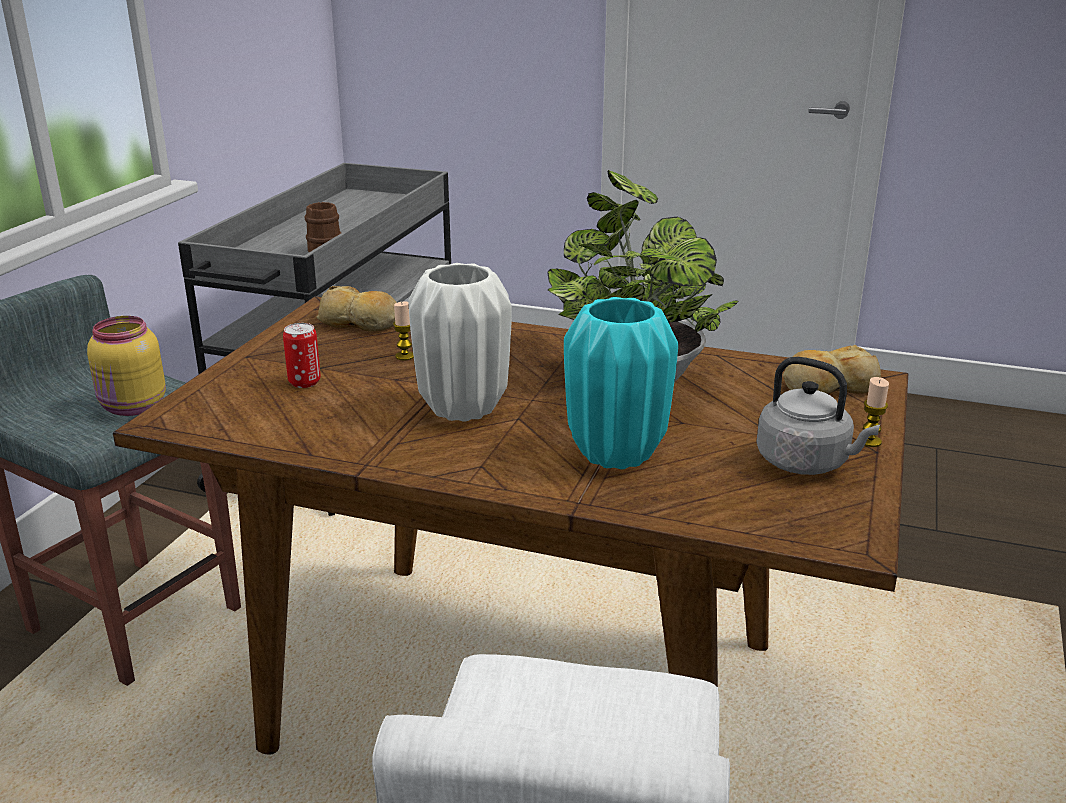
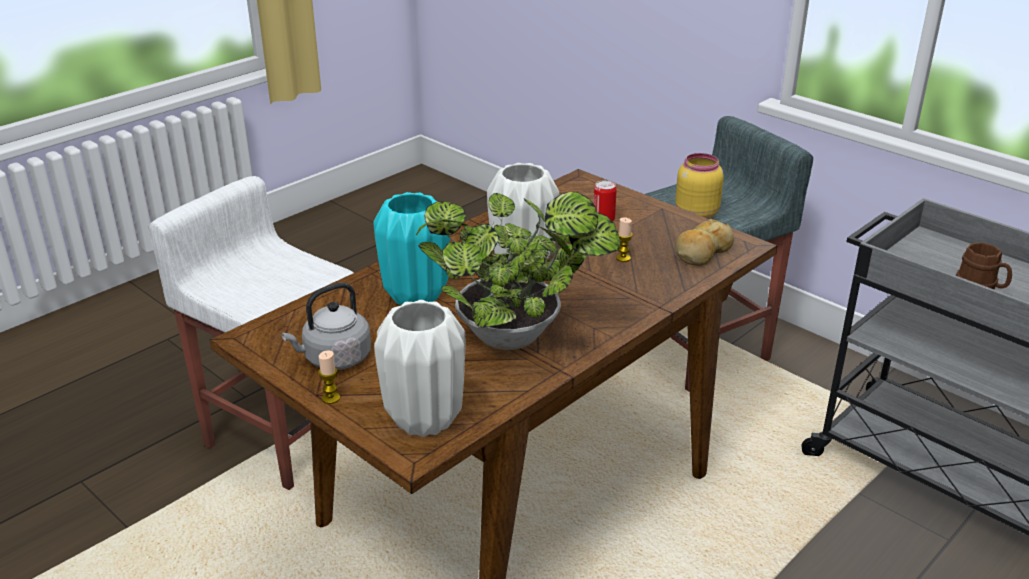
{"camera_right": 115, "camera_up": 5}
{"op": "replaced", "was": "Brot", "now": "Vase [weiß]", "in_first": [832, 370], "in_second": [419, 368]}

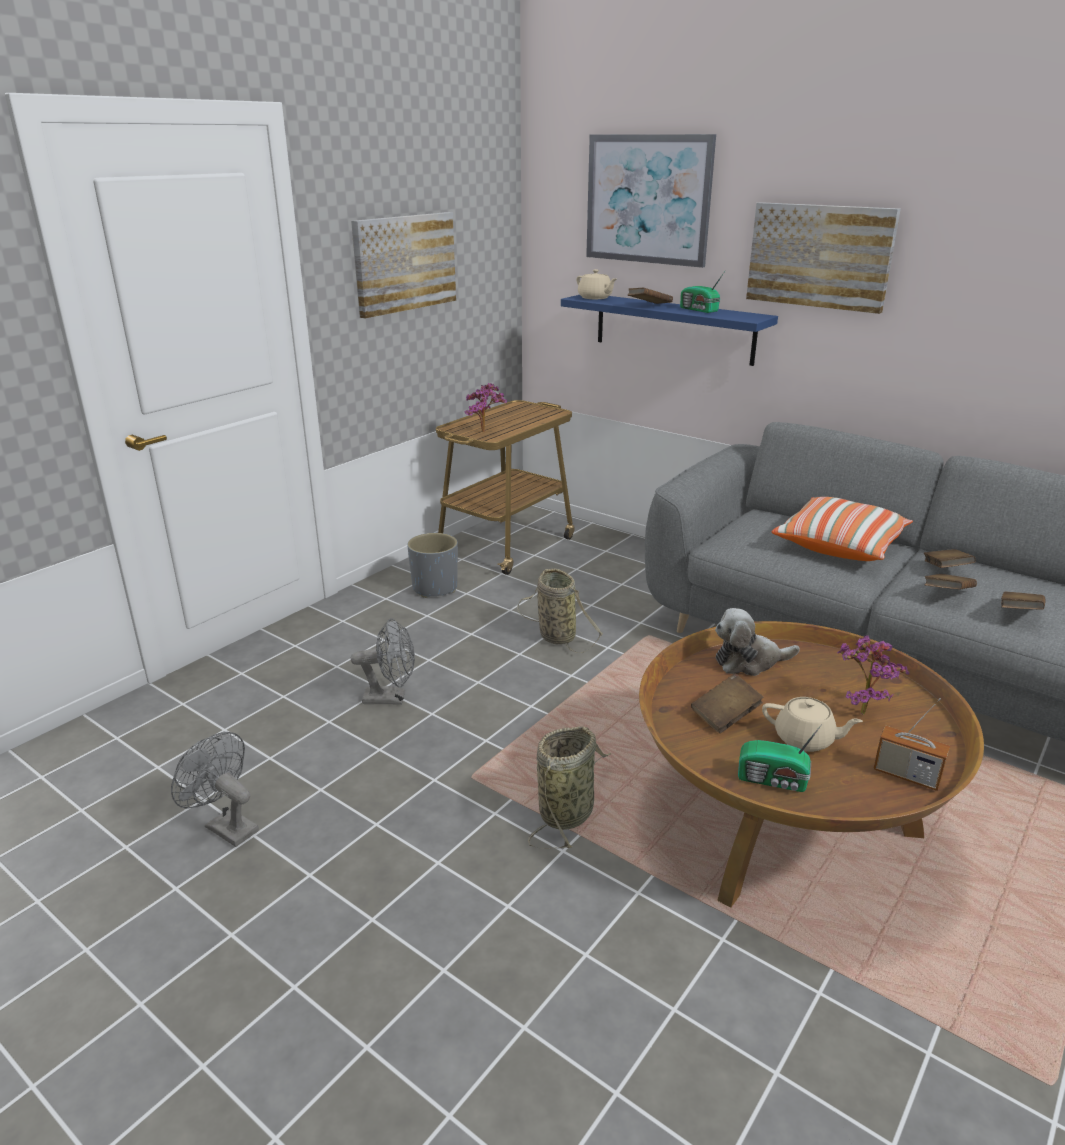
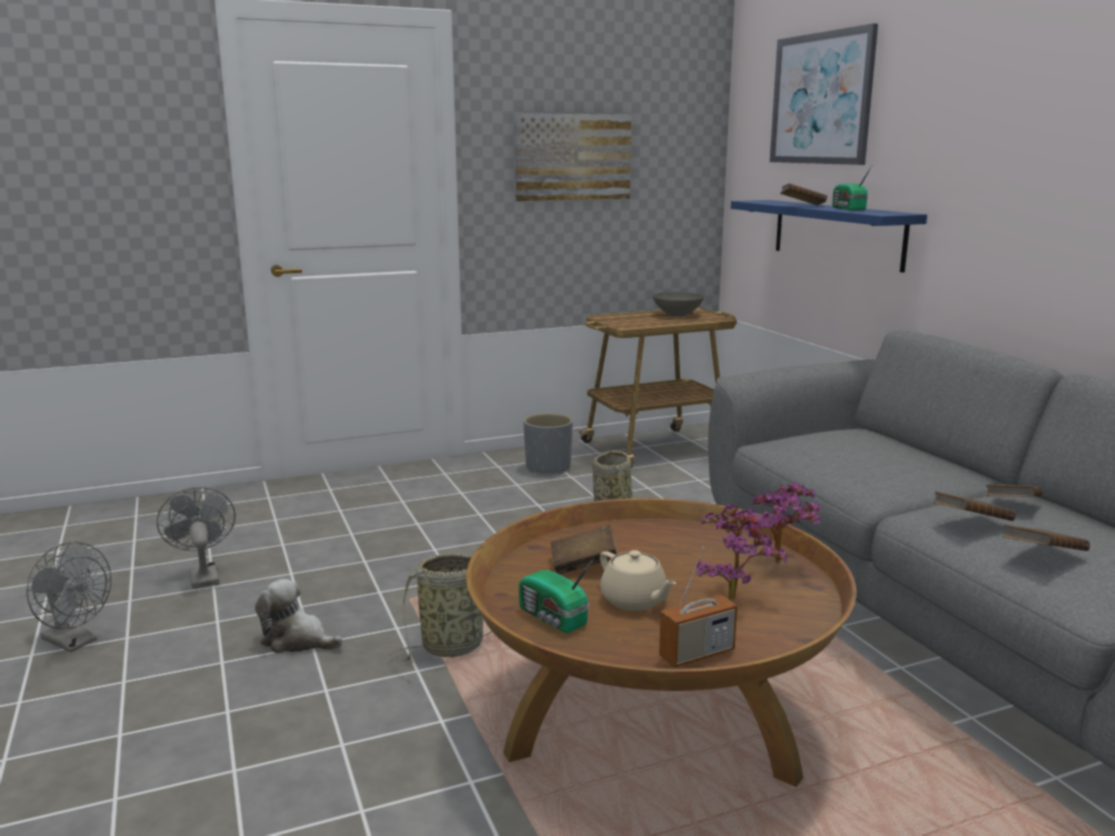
{"camera_right": 30, "camera_up": -10}
{"op": "removed", "was": "Teekanne [beige]", "in_first": [596, 284]}
{"op": "removed", "was": "Bild", "in_first": [823, 258]}
{"op": "removed", "was": "Kissen", "in_first": [842, 529]}
{"op": "added", "now": "Schüssel [grau]", "in_second": [678, 304]}
{"op": "moved", "was": "Ventilator [grau]", "in_first": [382, 661], "in_second": [68, 596]}
{"op": "moved", "was": "Topfpflanze", "in_first": [485, 407], "in_second": [780, 522]}
{"op": "moved", "was": "Plüschtier", "in_first": [757, 642], "in_second": [299, 616]}
{"op": "turned", "was": "Radio", "in_first": [911, 744], "in_second": [698, 607], "clockwise": -90}

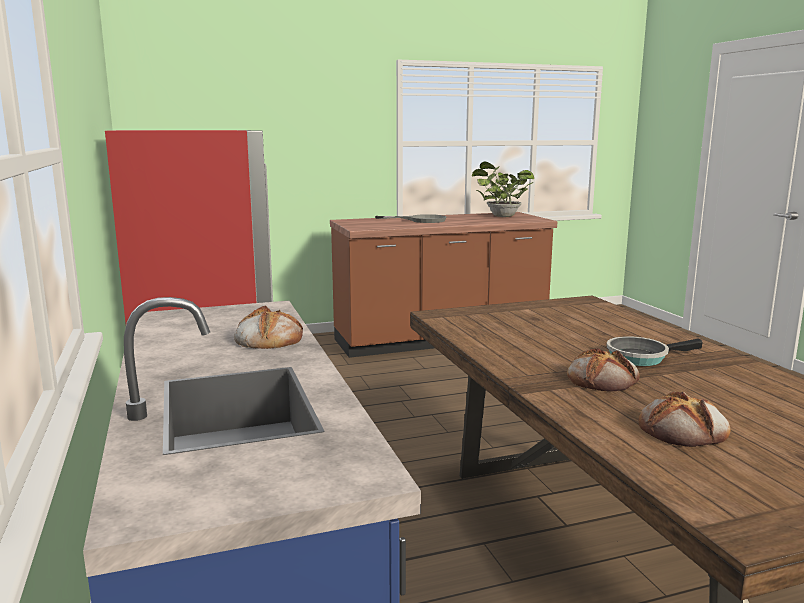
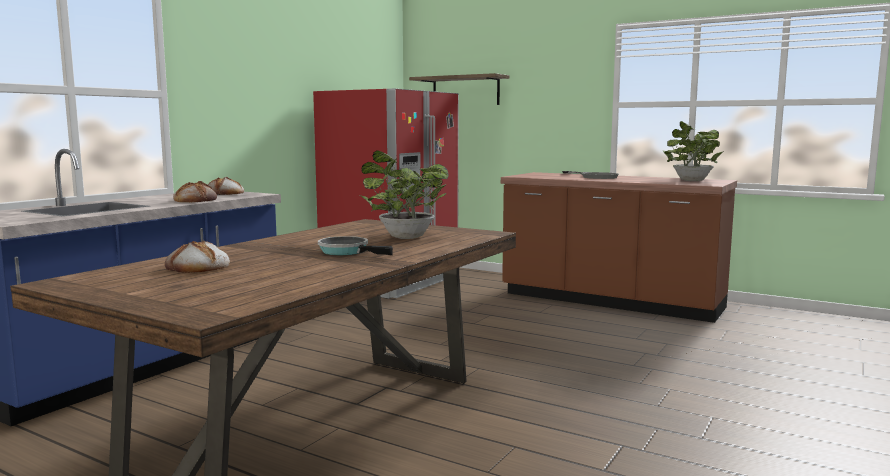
{"camera_right": 50, "camera_up": -5}
{"op": "added", "now": "Topfpflanze", "in_second": [404, 194]}
{"op": "added", "now": "Wandregal", "in_second": [459, 89]}
{"op": "moved", "was": "Brot", "in_first": [603, 370], "in_second": [226, 186]}

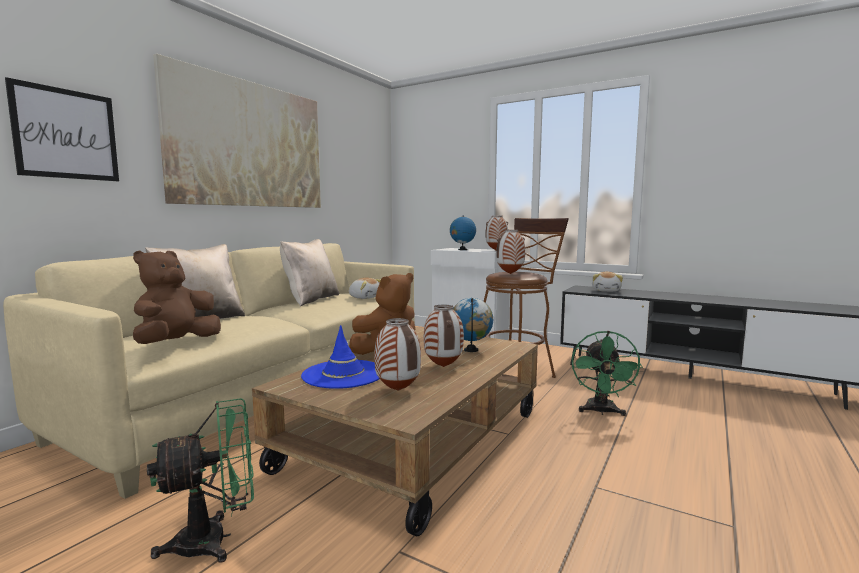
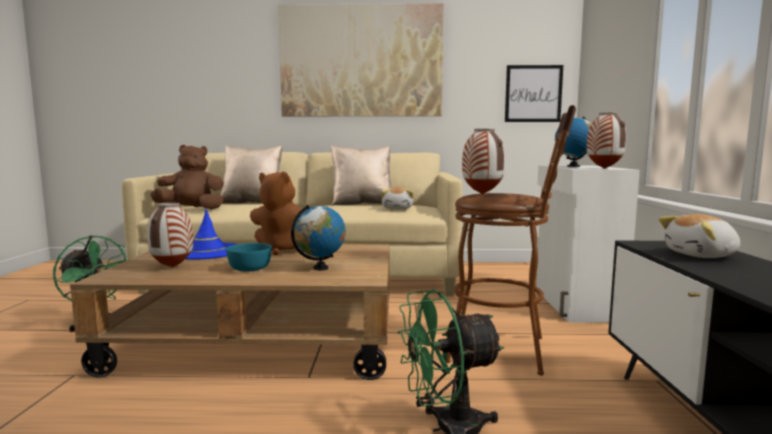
{"camera_right": 60, "camera_up": 0}
{"op": "moved", "was": "Bild", "in_first": [62, 129], "in_second": [534, 93]}
{"op": "replaced", "was": "Vase", "now": "Schüssel [türkis]", "in_first": [444, 336], "in_second": [249, 257]}

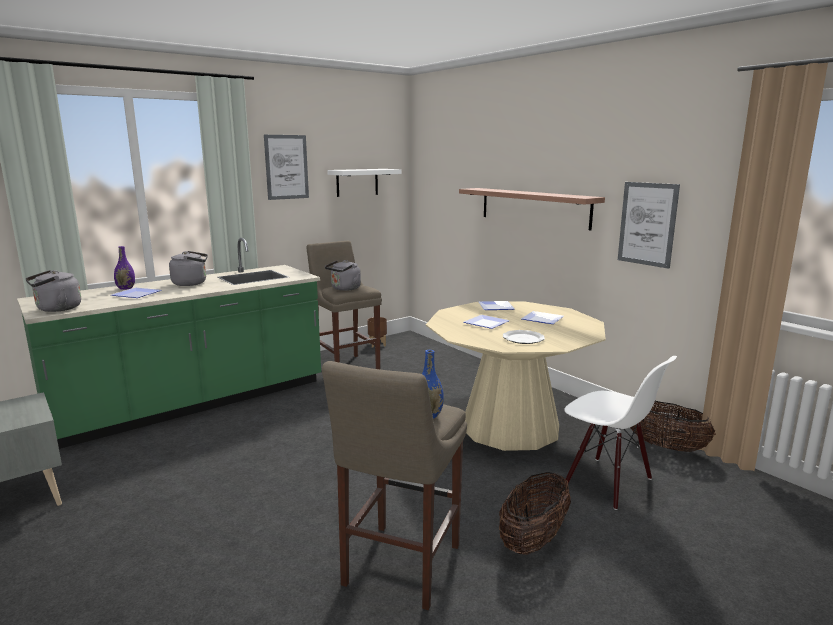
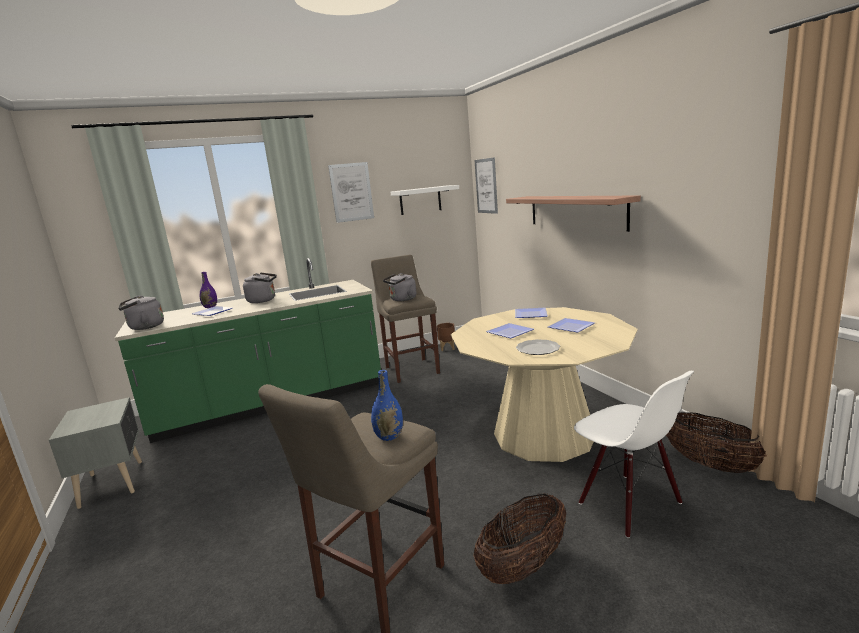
{"camera_right": 15, "camera_up": 0}
{"op": "moved", "was": "Bild", "in_first": [649, 225], "in_second": [486, 185]}

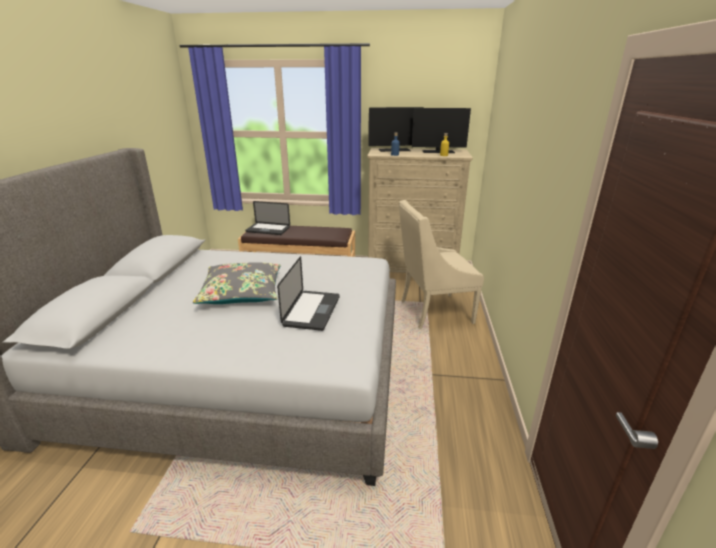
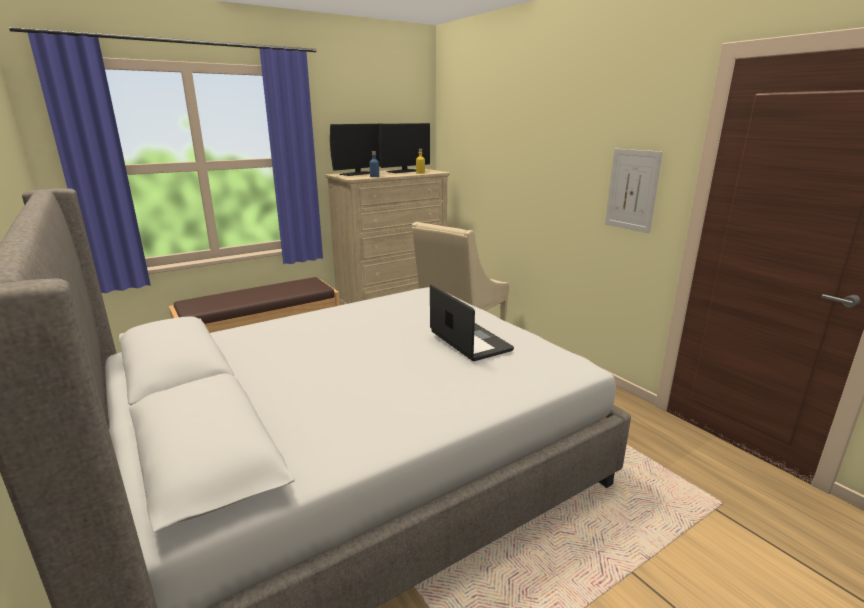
{"camera_right": -40, "camera_up": -5}
{"op": "removed", "was": "Kissen [grau]", "in_first": [237, 283]}
{"op": "removed", "was": "Laptop", "in_first": [267, 218]}
{"op": "added", "now": "Bild", "in_second": [634, 191]}

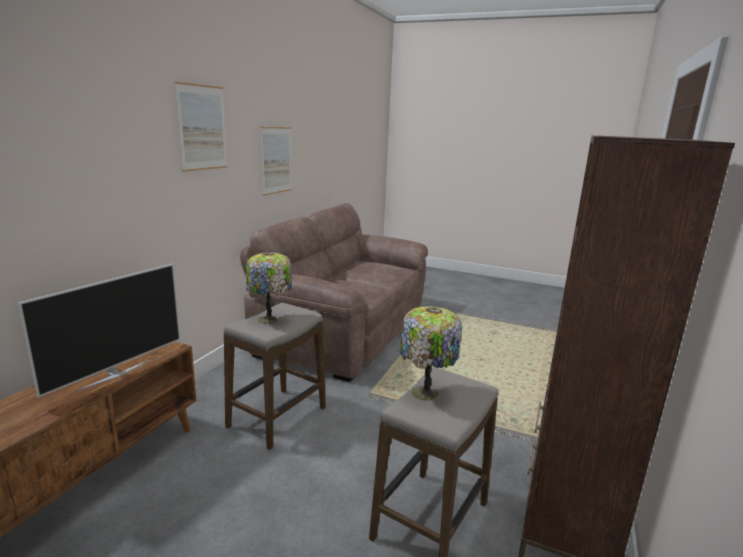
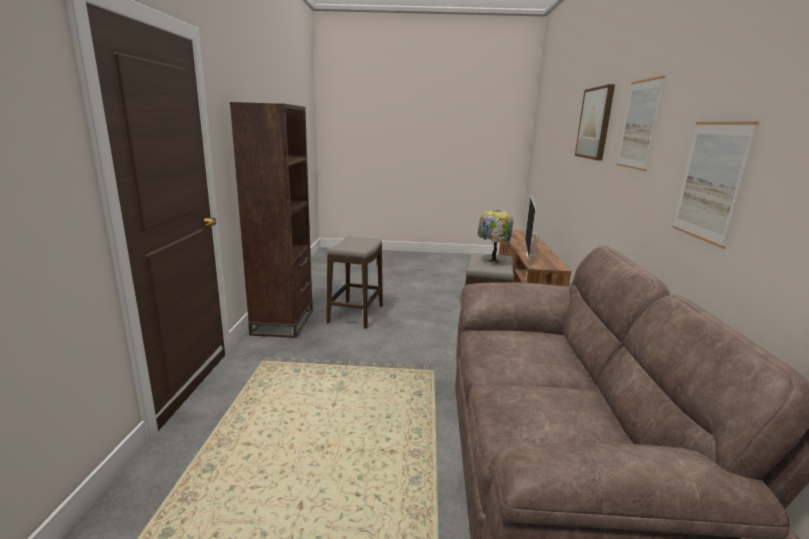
{"camera_right": 160, "camera_up": 0}
{"op": "removed", "was": "Tischlampe", "in_first": [431, 353]}
{"op": "added", "now": "Bild", "in_second": [595, 122]}

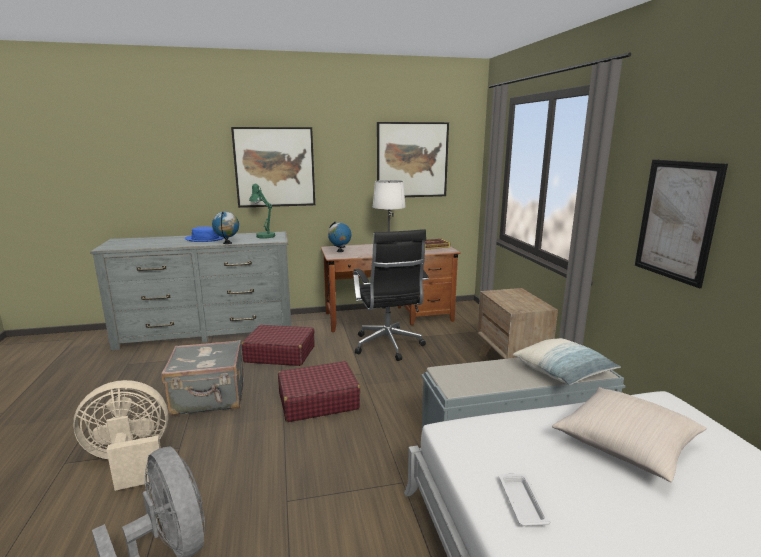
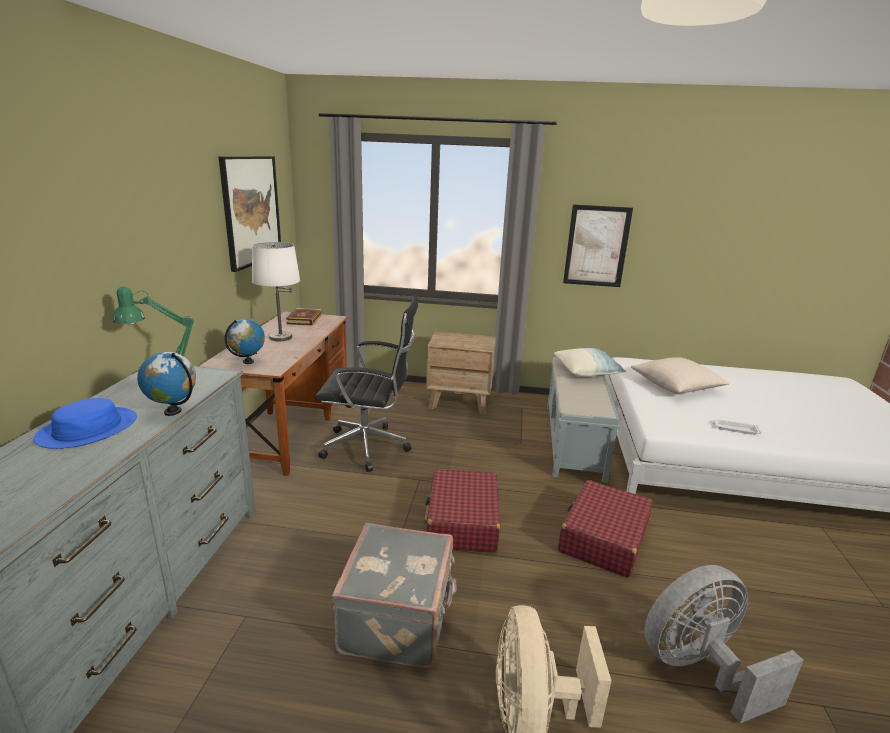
{"camera_right": -70, "camera_up": 5}
{"op": "removed", "was": "Bild", "in_first": [273, 167]}
{"op": "moved", "was": "Koffer [rot]", "in_first": [278, 345], "in_second": [605, 529]}

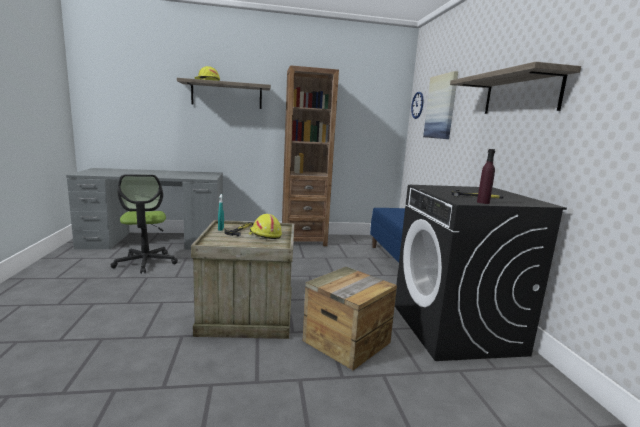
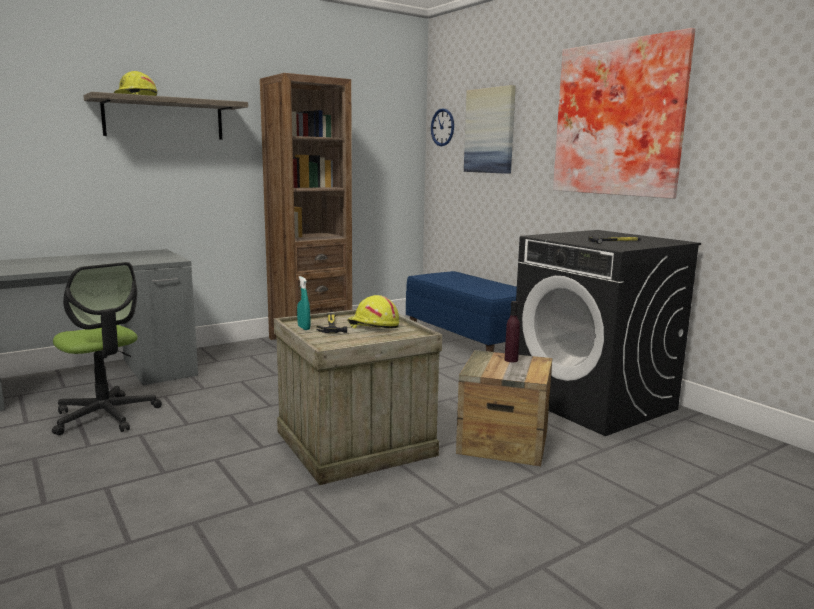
{"camera_right": -25, "camera_up": 0}
{"op": "moved", "was": "Flasche [lila]", "in_first": [486, 176], "in_second": [512, 331]}
{"op": "replaced", "was": "Wandregal", "now": "Bild", "in_first": [515, 88], "in_second": [624, 113]}

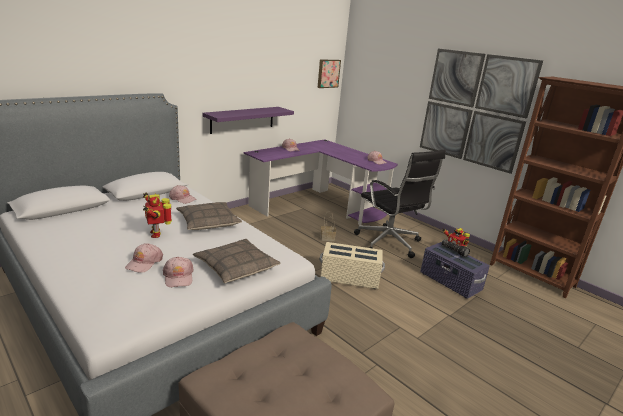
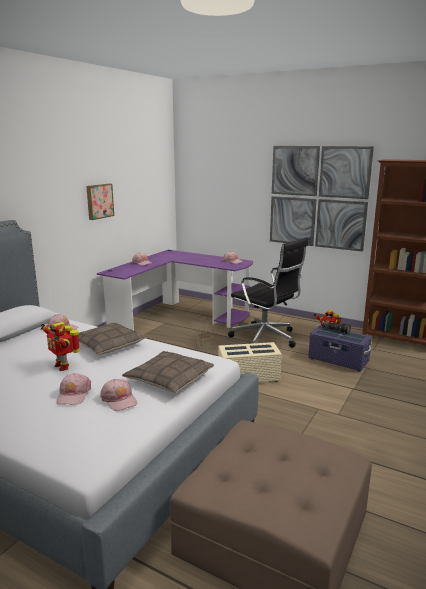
{"camera_right": -15, "camera_up": -5}
{"op": "removed", "was": "Wandregal [lila]", "in_first": [248, 120]}
{"op": "moved", "was": "Bild", "in_first": [329, 74], "in_second": [100, 202]}

